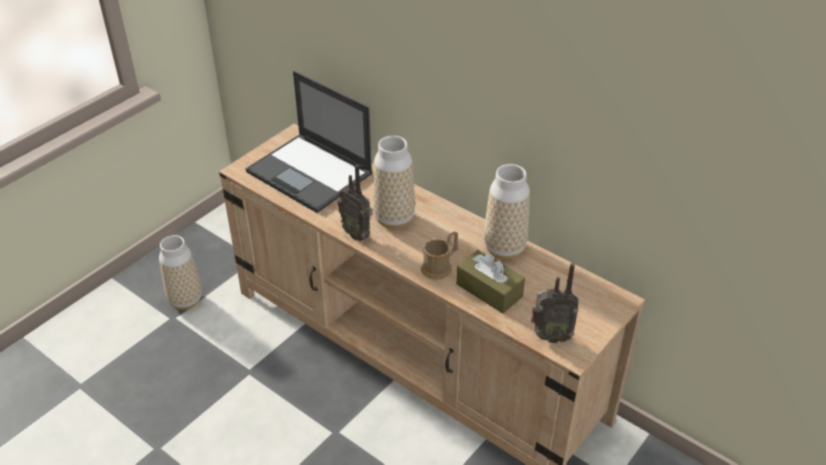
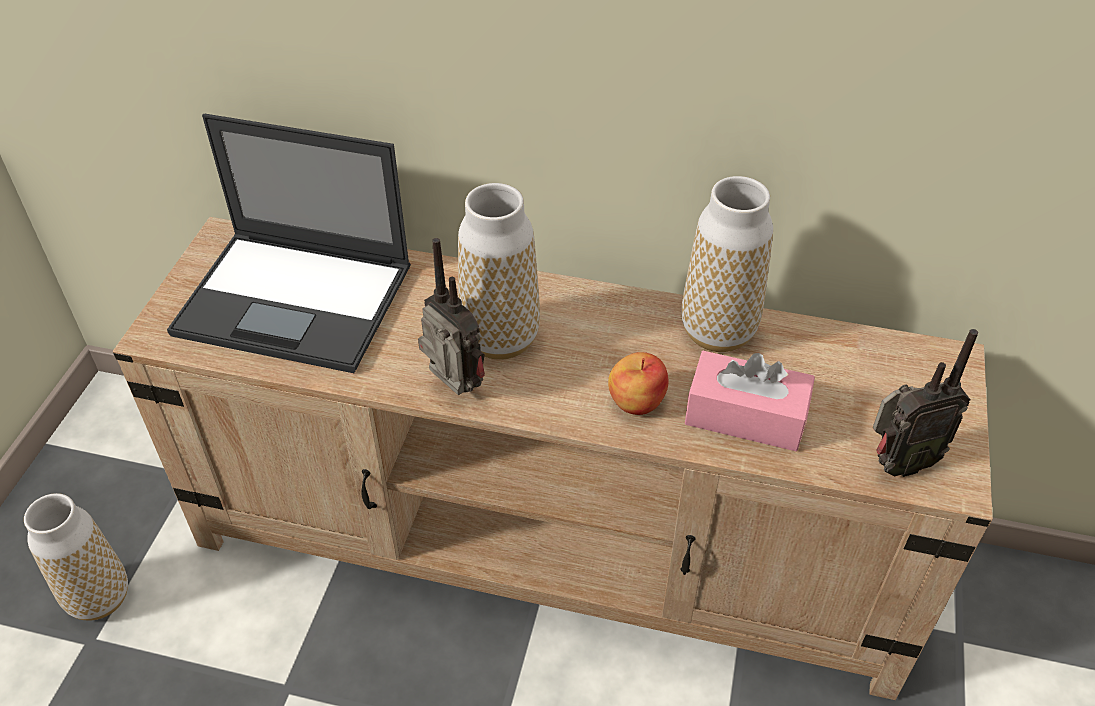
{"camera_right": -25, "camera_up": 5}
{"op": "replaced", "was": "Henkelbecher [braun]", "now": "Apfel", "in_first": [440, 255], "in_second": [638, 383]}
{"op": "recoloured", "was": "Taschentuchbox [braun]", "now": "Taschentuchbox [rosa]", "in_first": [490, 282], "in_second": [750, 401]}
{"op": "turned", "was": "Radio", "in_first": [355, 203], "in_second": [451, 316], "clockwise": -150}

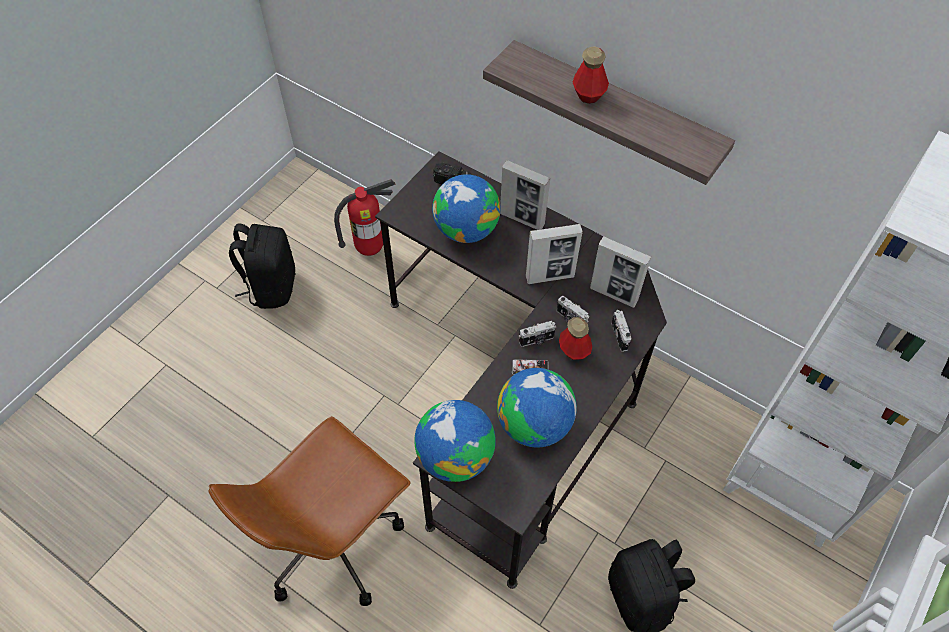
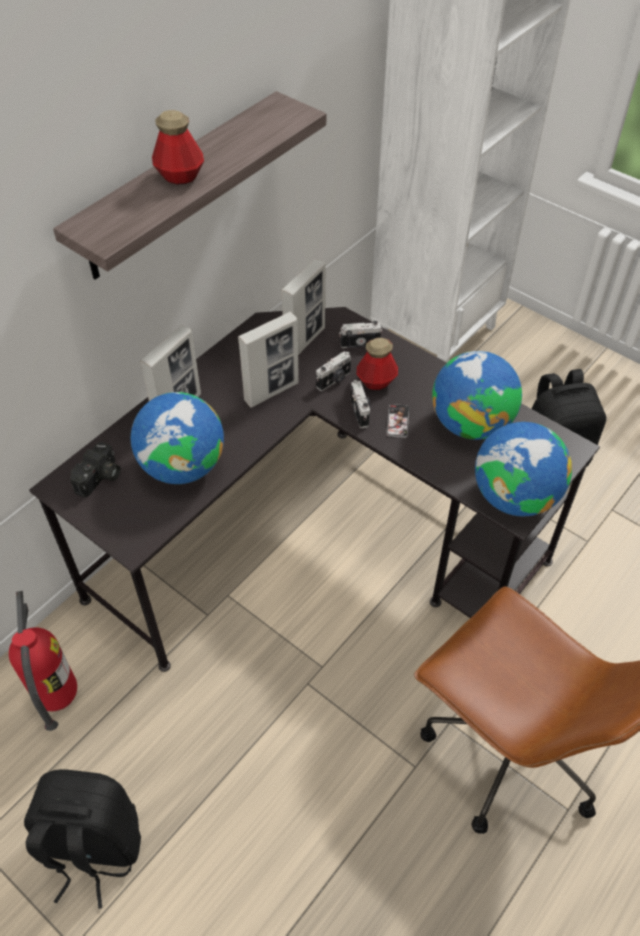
{"camera_right": -85, "camera_up": -5}
{"op": "turned", "was": "Bilderrahmen", "in_first": [554, 254], "in_second": [268, 359], "clockwise": 60}

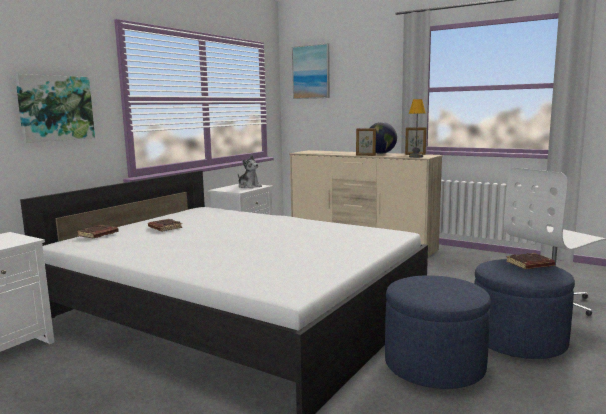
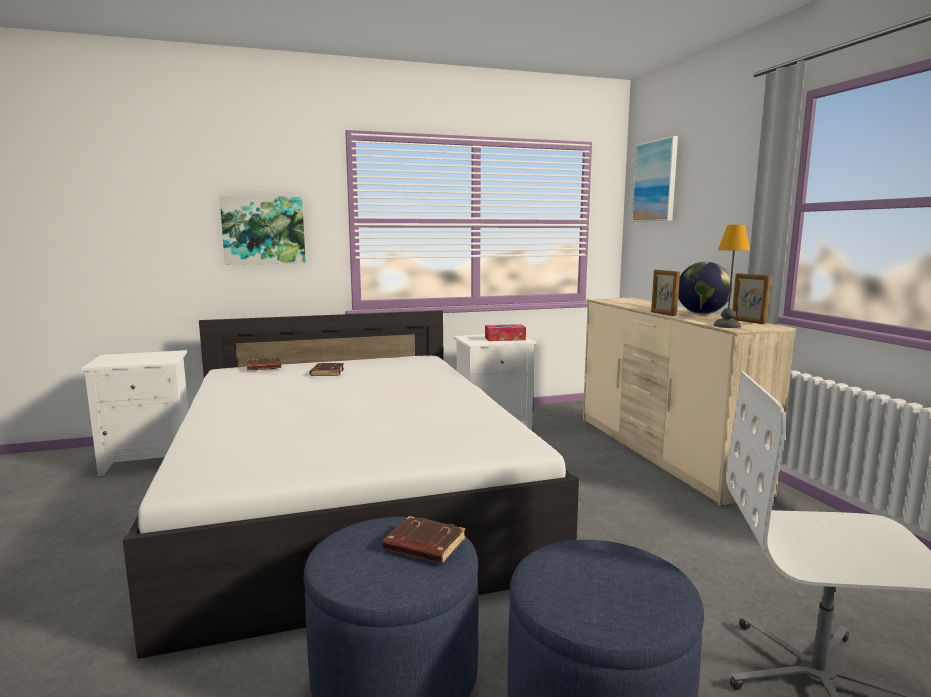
{"camera_right": 40, "camera_up": 0}
{"op": "moved", "was": "Buch [braun]", "in_first": [530, 261], "in_second": [424, 540]}
{"op": "replaced", "was": "Plüschtier", "now": "Taschentuchbox", "in_first": [250, 172], "in_second": [505, 332]}

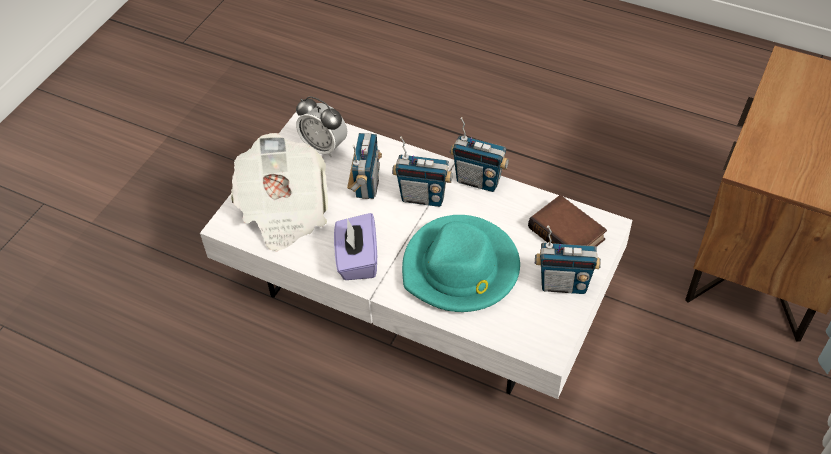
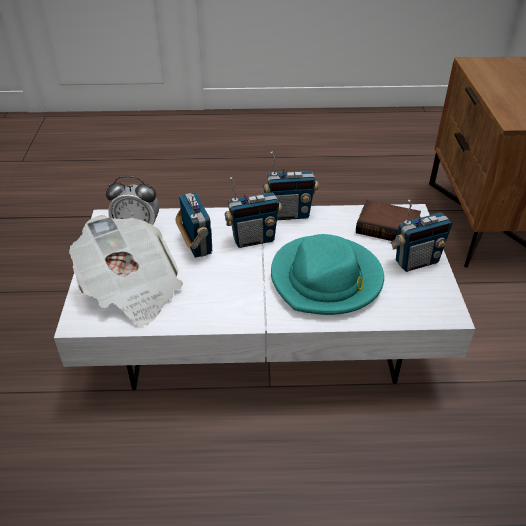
{"camera_right": -30, "camera_up": -10}
{"op": "removed", "was": "Taschentuchbox [lila]", "in_first": [355, 246]}

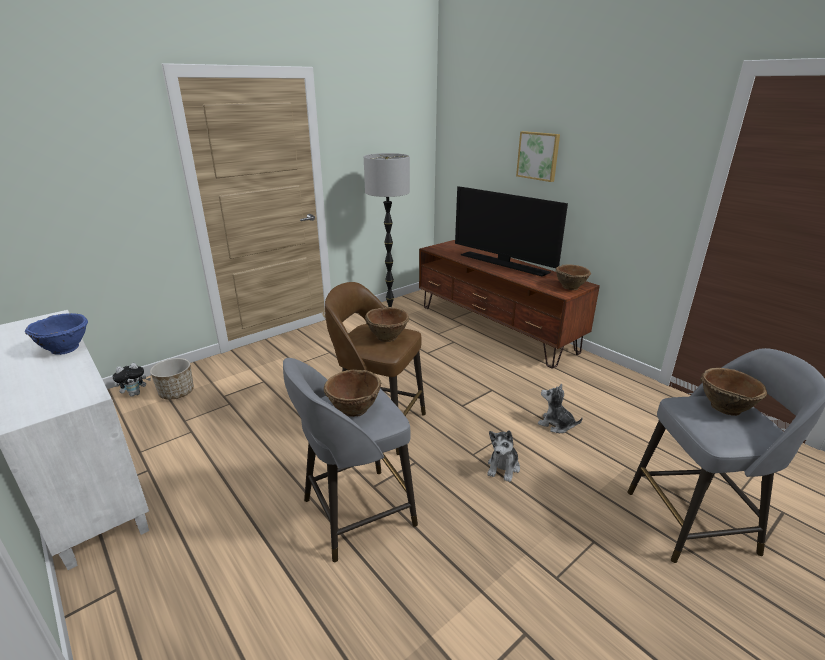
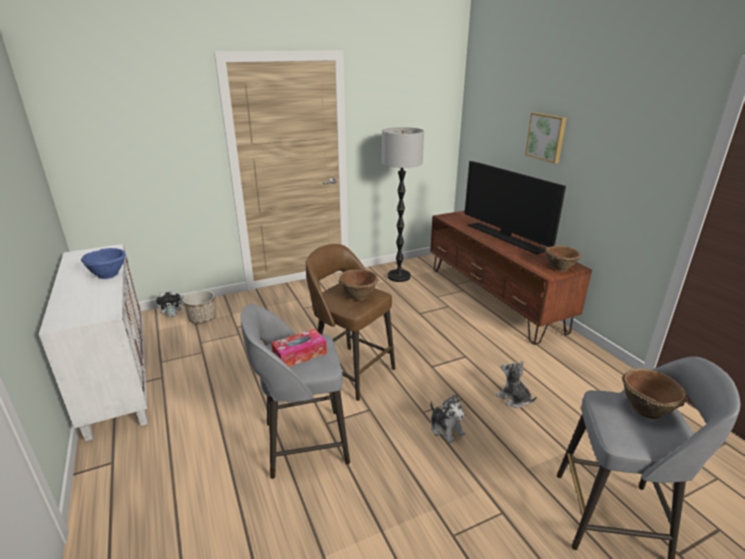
{"camera_right": 15, "camera_up": 0}
{"op": "replaced", "was": "Schüssel [braun]", "now": "Taschentuchbox", "in_first": [352, 393], "in_second": [299, 348]}
{"op": "turned", "was": "Plüschtier", "in_first": [504, 456], "in_second": [447, 418], "clockwise": -75}

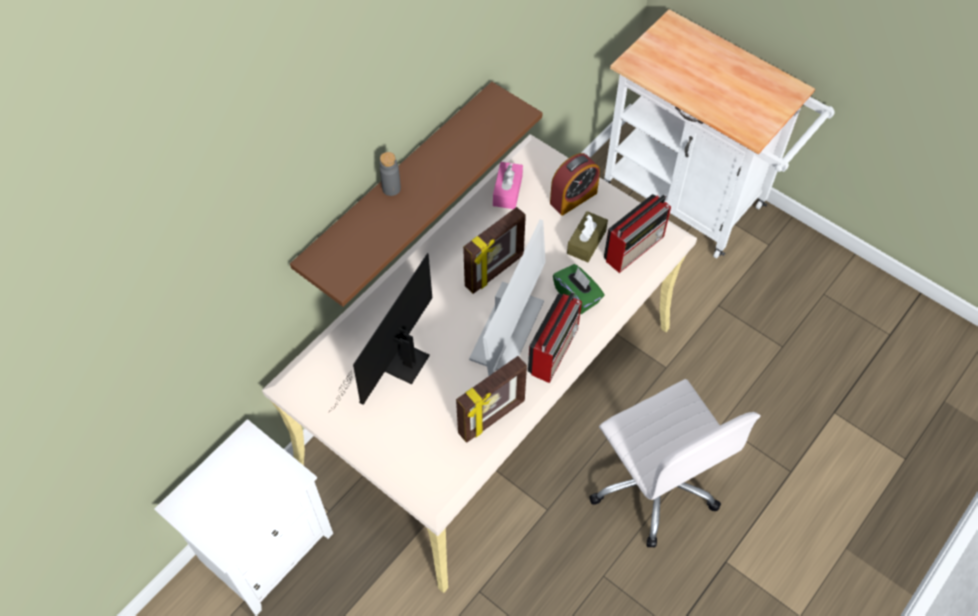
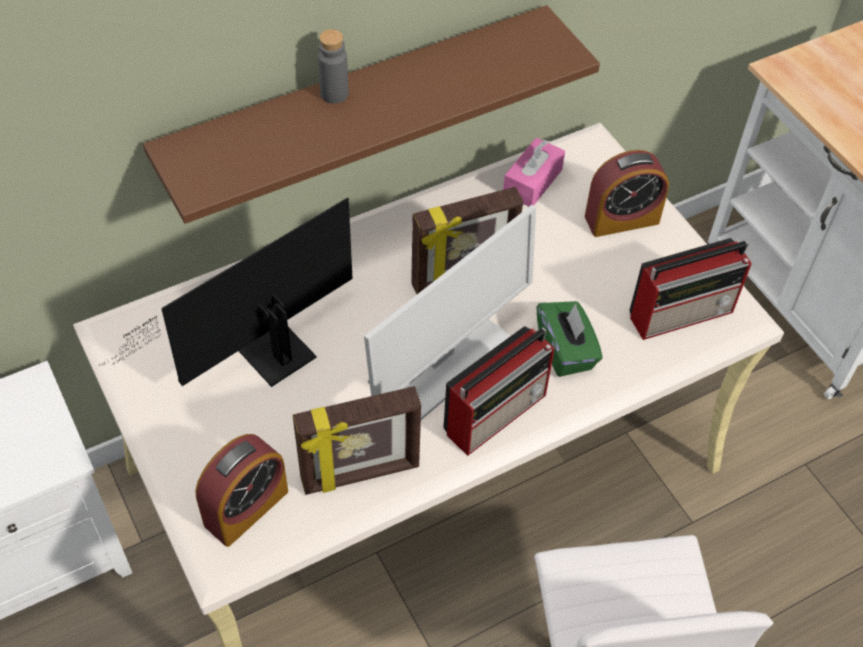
{"camera_right": 20, "camera_up": -5}
{"op": "removed", "was": "Taschentuchbox [braun]", "in_first": [587, 236]}
{"op": "added", "now": "Wecker", "in_second": [241, 490]}

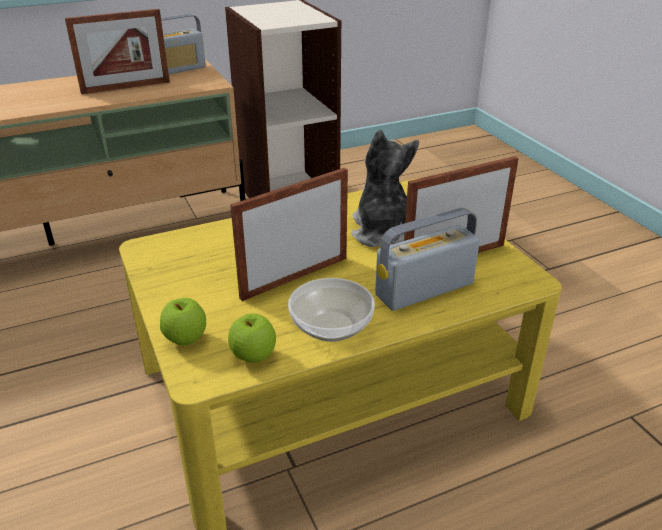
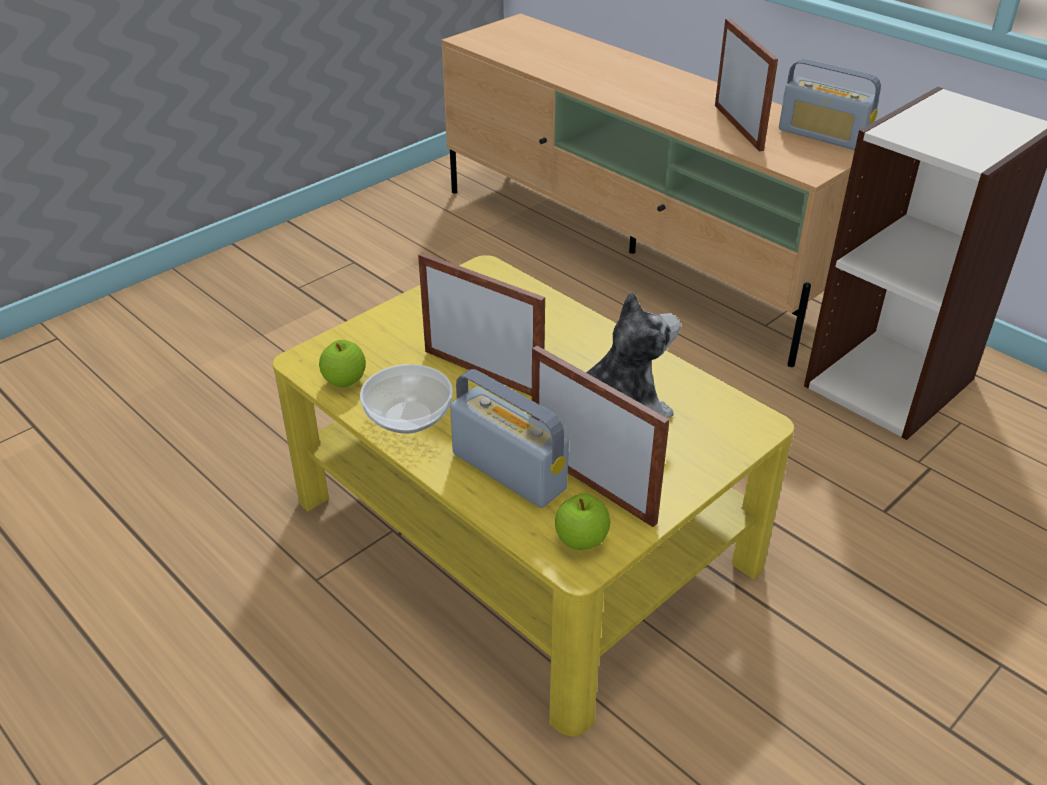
{"camera_right": 70, "camera_up": 5}
{"op": "moved", "was": "Apfel", "in_first": [183, 321], "in_second": [582, 521]}
{"op": "turned", "was": "Bilderrahmen", "in_first": [117, 51], "in_second": [746, 85], "clockwise": -150}

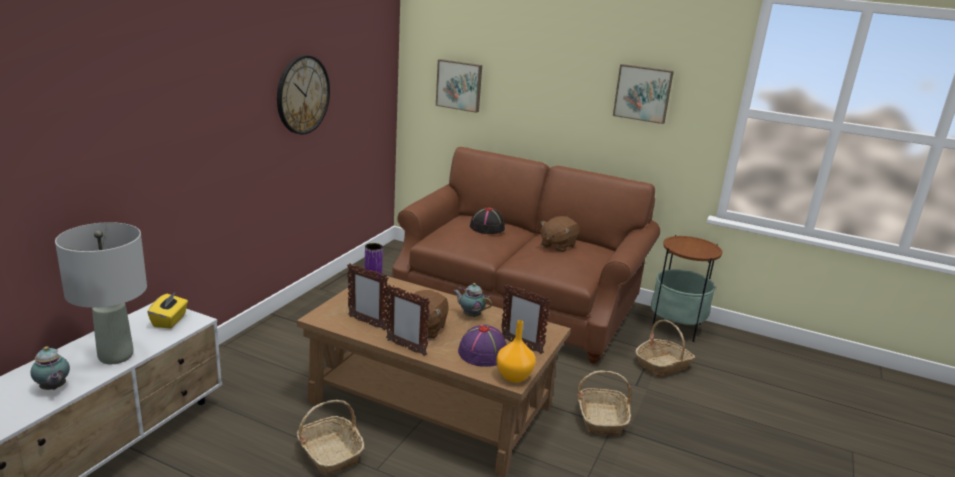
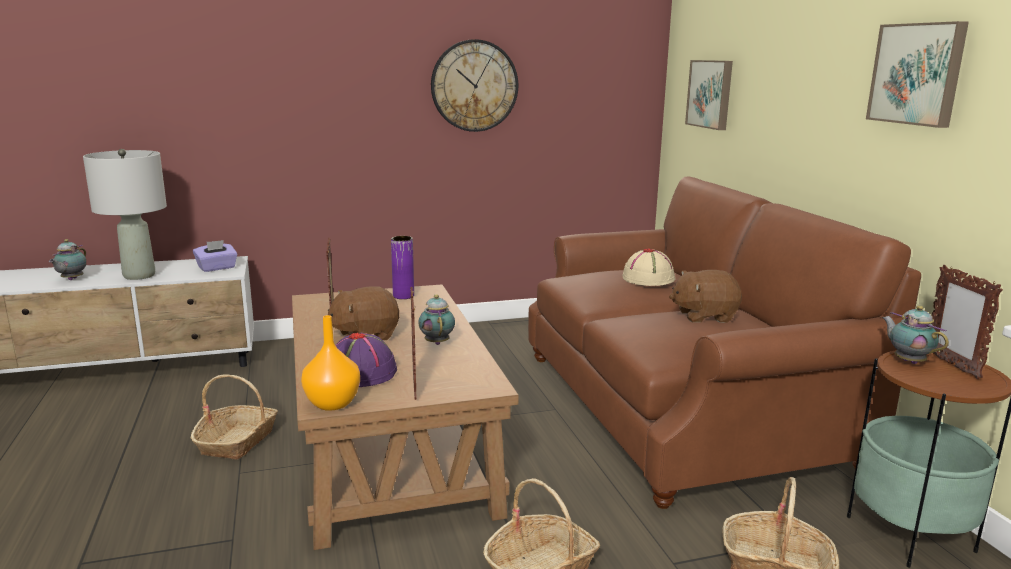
{"camera_right": 50, "camera_up": -5}
{"op": "added", "now": "Teekanne", "in_second": [915, 335]}
{"op": "moved", "was": "Bilderrahmen", "in_first": [408, 320], "in_second": [967, 322]}
{"op": "recoloured", "was": "Taschentuchbox [gelb]", "now": "Taschentuchbox [lila]", "in_first": [167, 310], "in_second": [215, 256]}
{"op": "recoloured", "was": "Hut [schwarz]", "now": "Hut [beige]", "in_first": [487, 220], "in_second": [649, 267]}

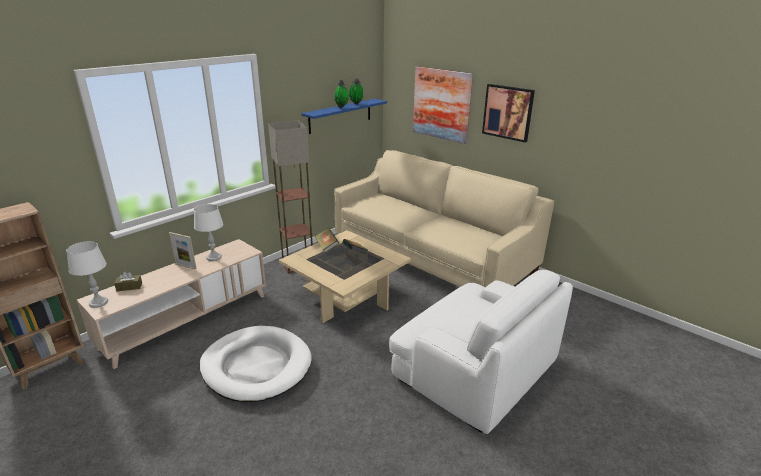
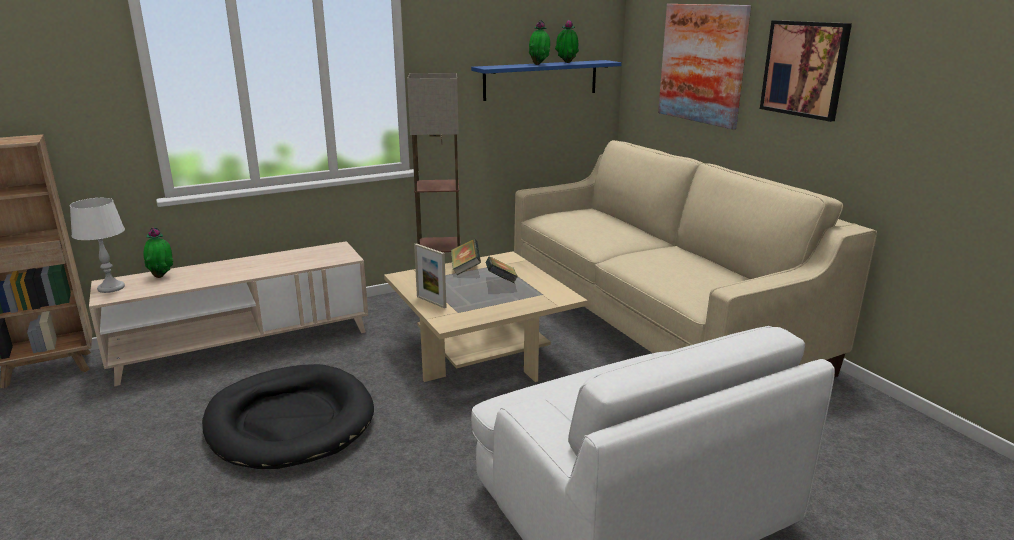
{"camera_right": 20, "camera_up": -5}
{"op": "removed", "was": "Tischlampe [weiß]", "in_first": [208, 232]}
{"op": "moved", "was": "Bilderrahmen", "in_first": [183, 250], "in_second": [430, 275]}
{"op": "replaced", "was": "Taschentuchbox [braun]", "now": "Topfpflanze", "in_first": [128, 281], "in_second": [158, 252]}
{"op": "recoloured", "was": "Hundebett [weiß]", "now": "Hundebett [schwarz]", "in_first": [256, 364], "in_second": [288, 416]}

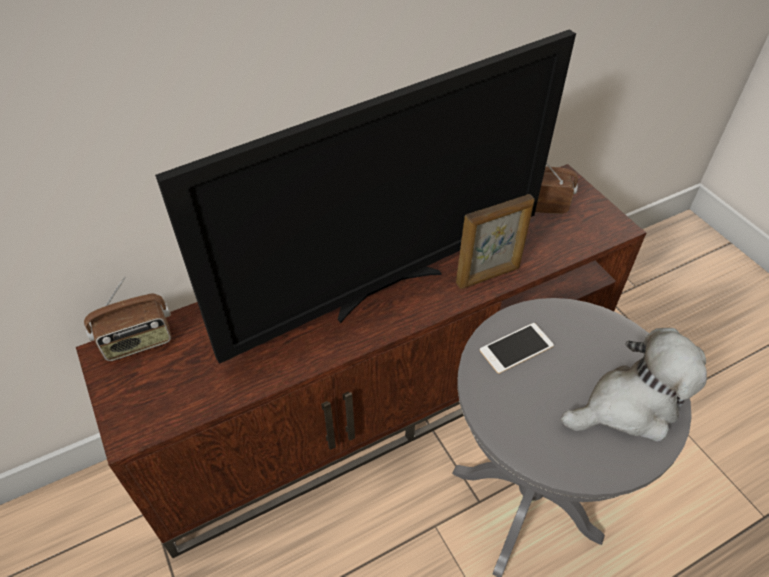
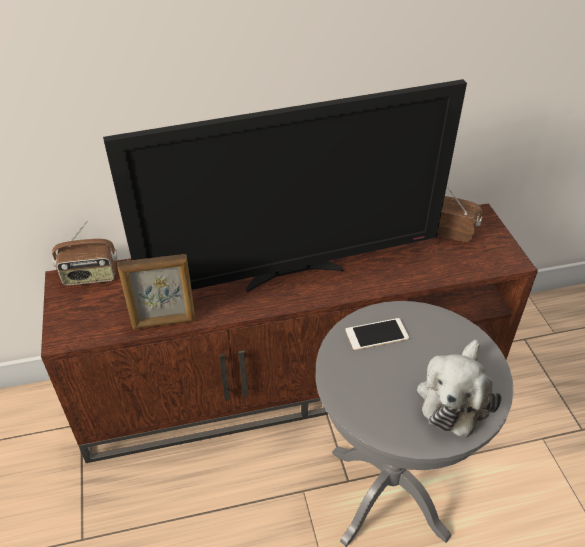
{"camera_right": 15, "camera_up": -5}
{"op": "moved", "was": "Bilderrahmen", "in_first": [495, 241], "in_second": [156, 291]}
{"op": "turned", "was": "Plüschtier", "in_first": [634, 384], "in_second": [459, 389], "clockwise": 120}

